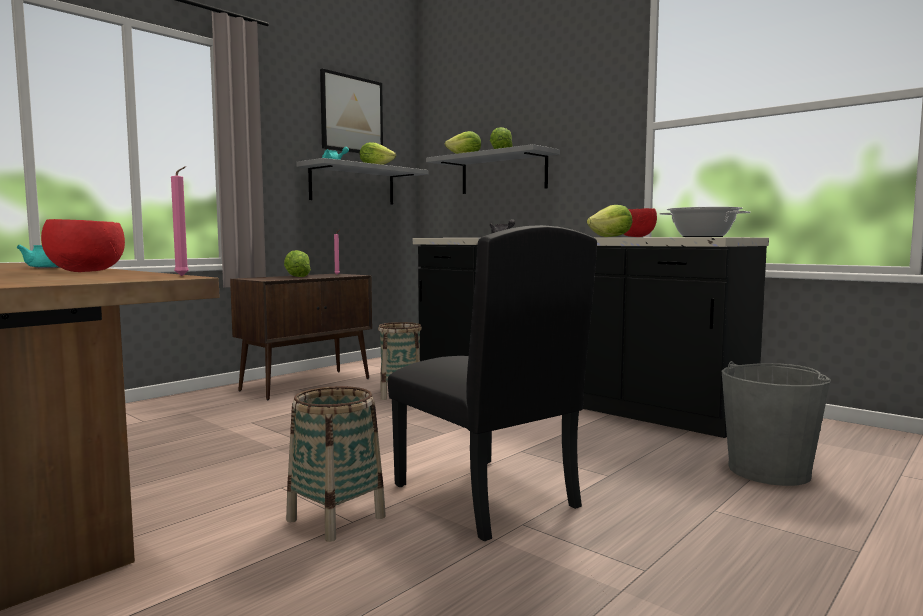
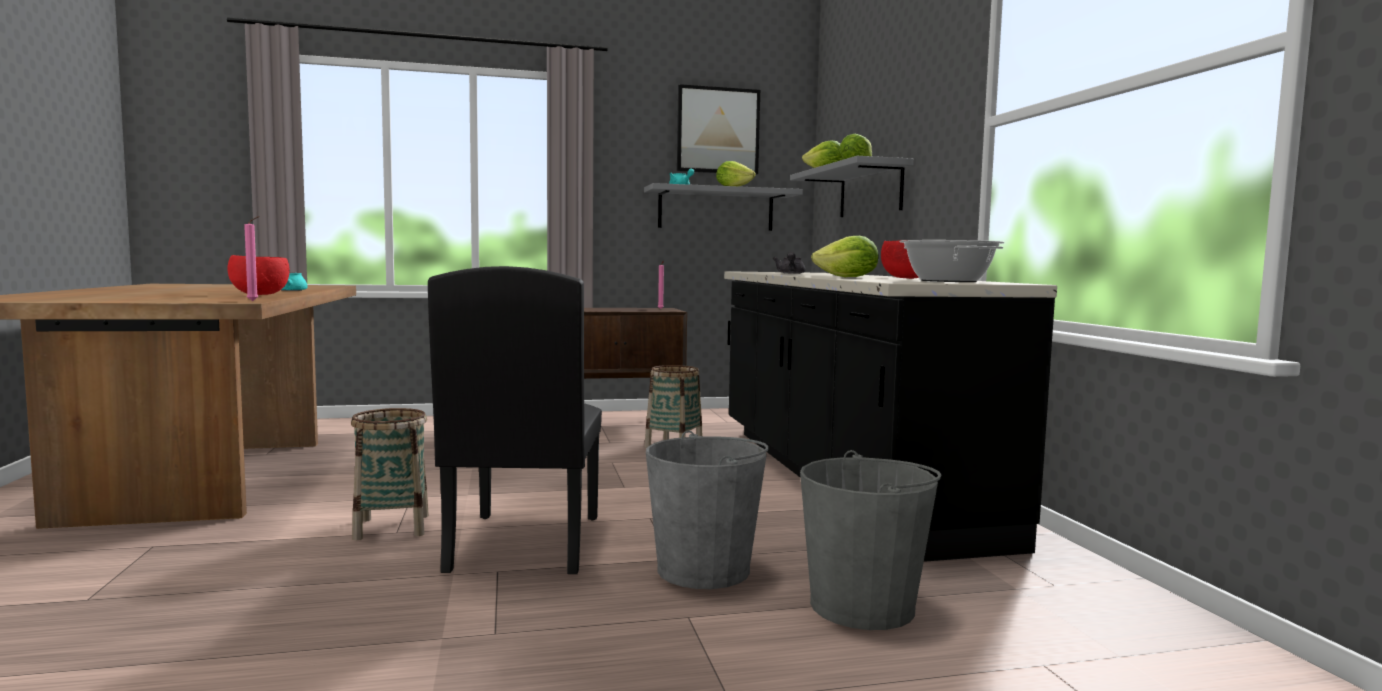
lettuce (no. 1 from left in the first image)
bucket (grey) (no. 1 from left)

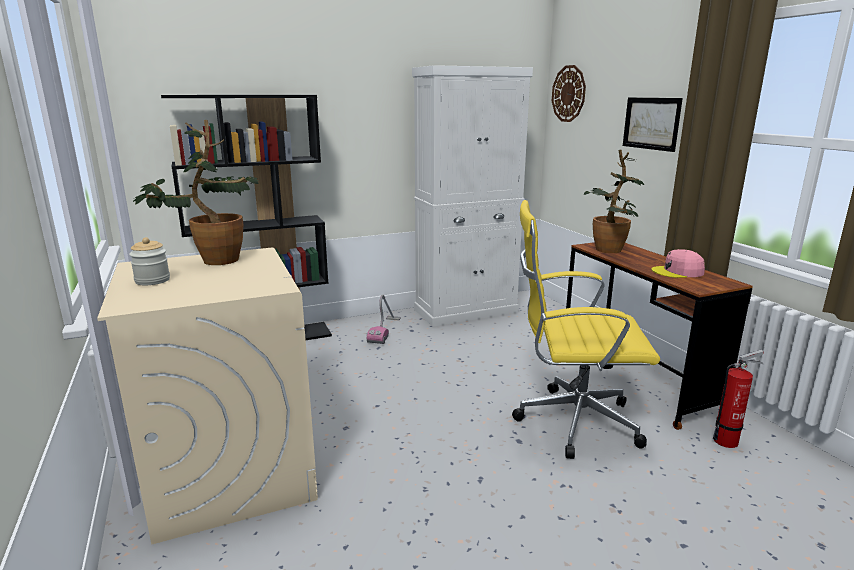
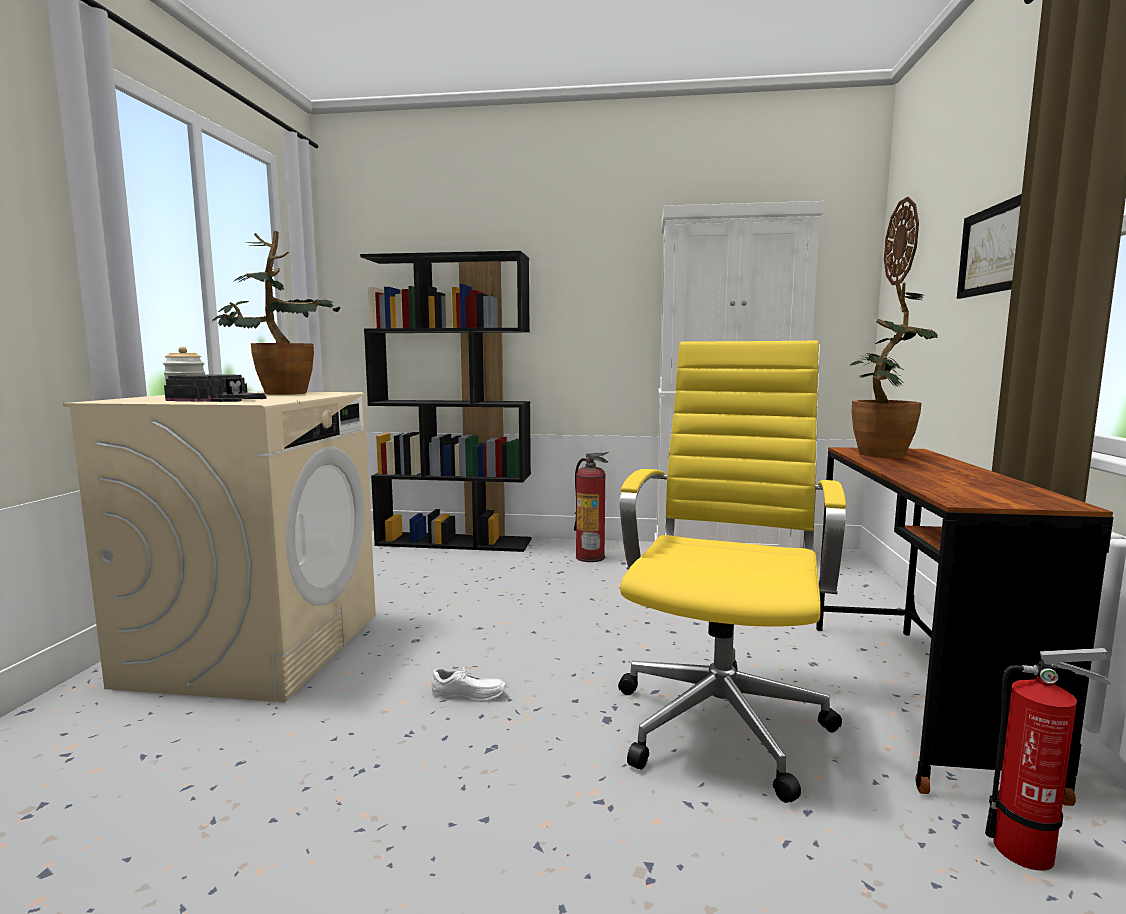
fire extinguisher (no. 1 from left)
office chair (yellow)
cap (pink)
cap (black)
shoe (white)

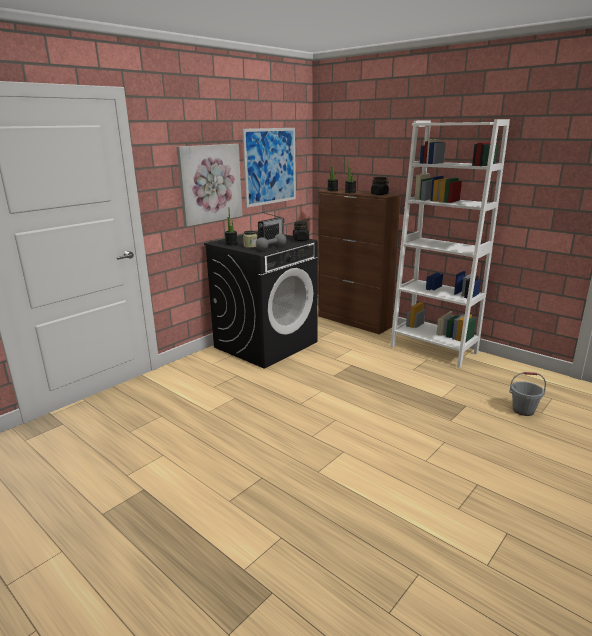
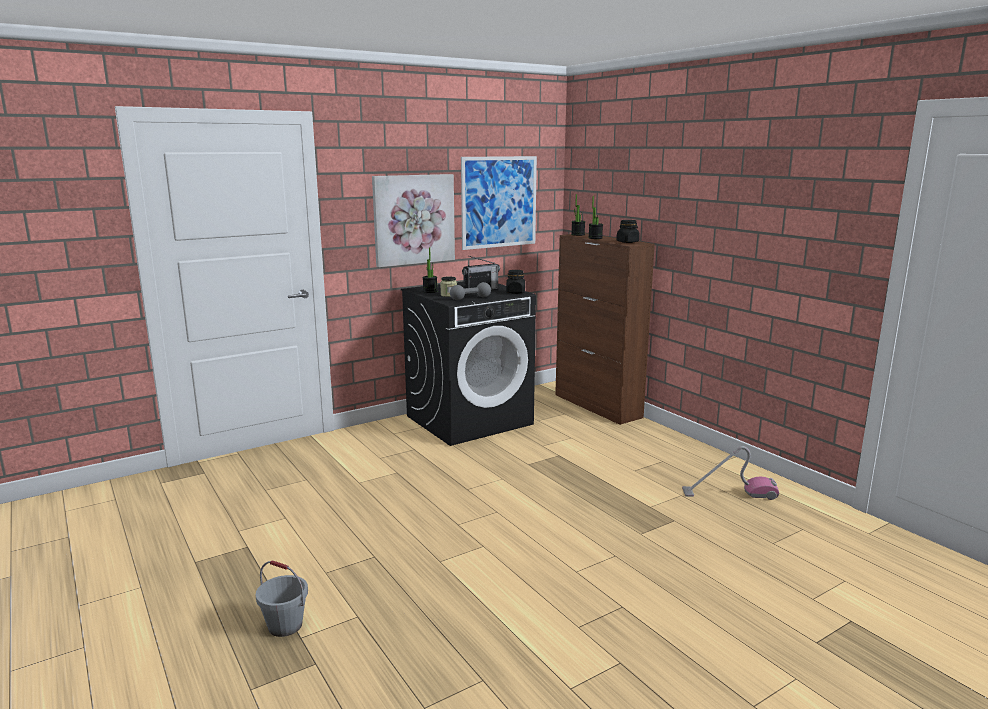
bookcase (white)
bucket (grey)
vacuum cleaner

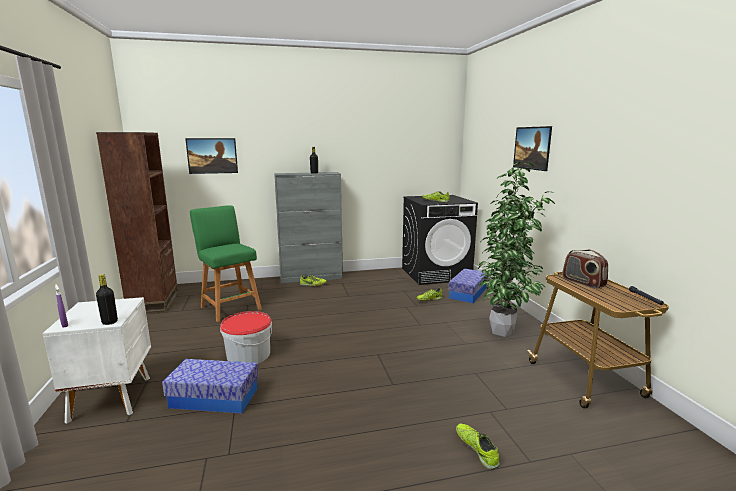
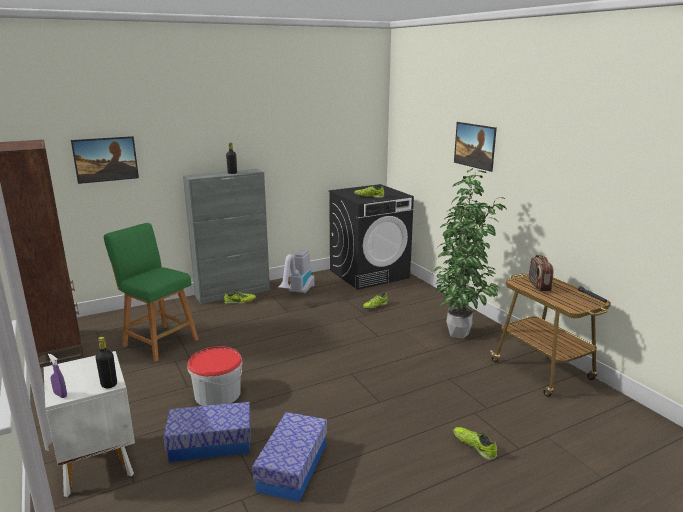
storage box (no. 2 from left)
radio
vacuum cleaner

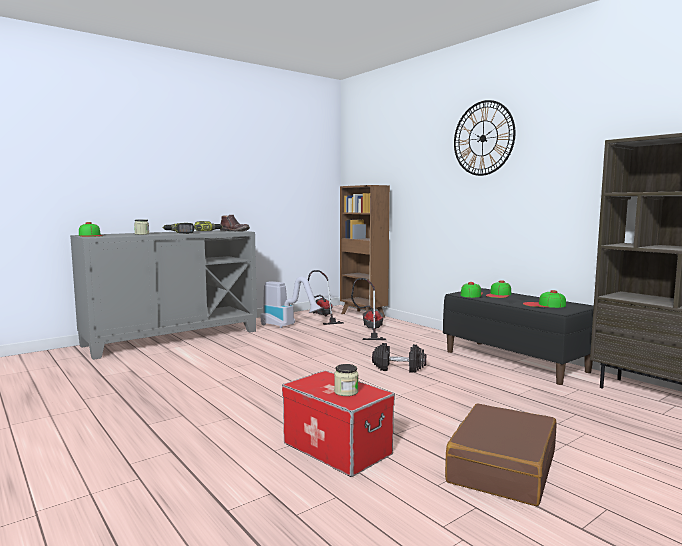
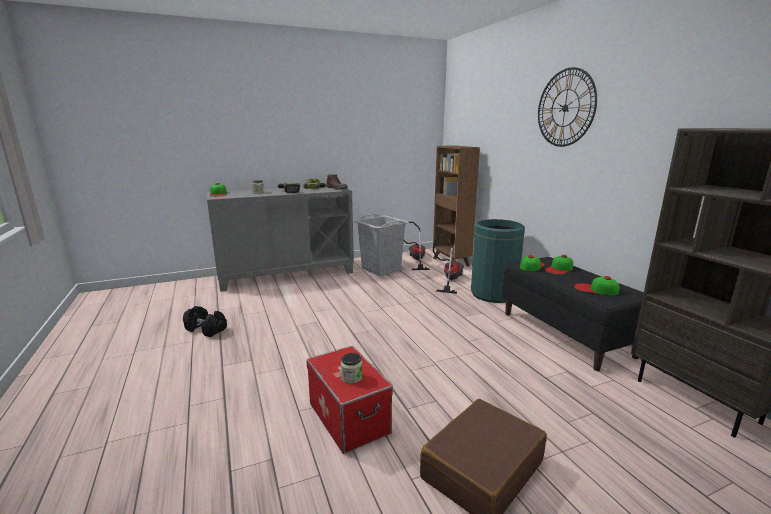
laundry basket (grey)
dumbbell (black)
trash can (green)

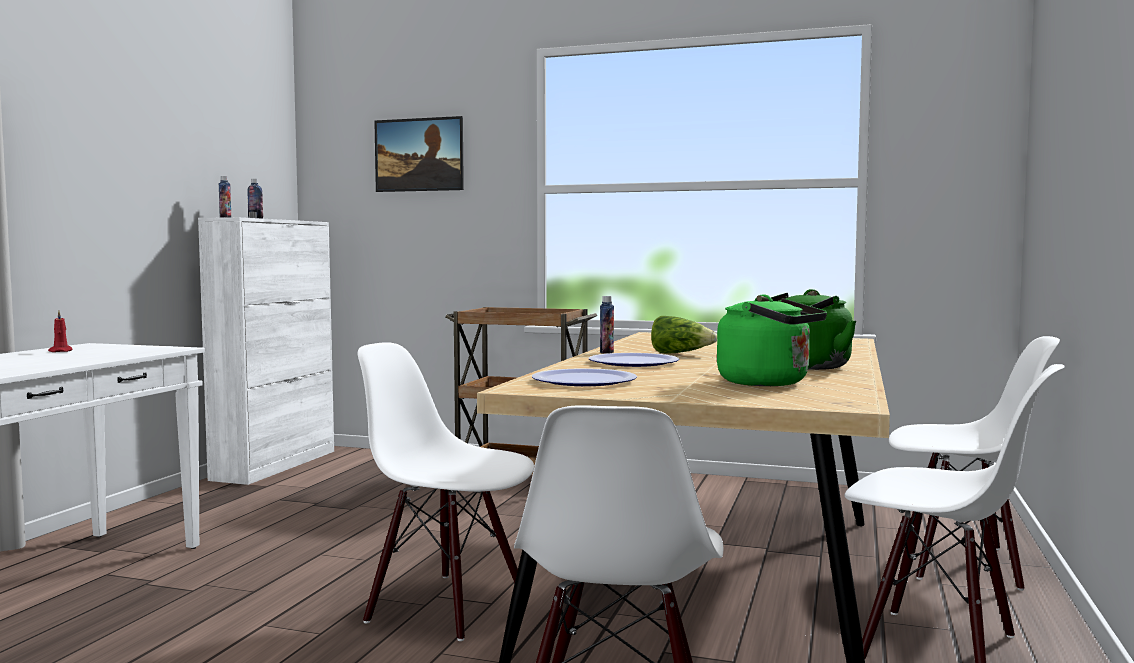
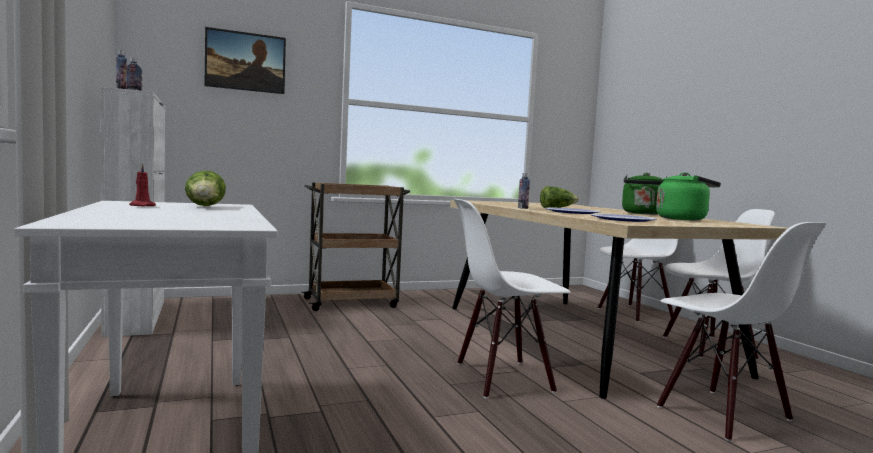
lettuce (no. 1 from left)

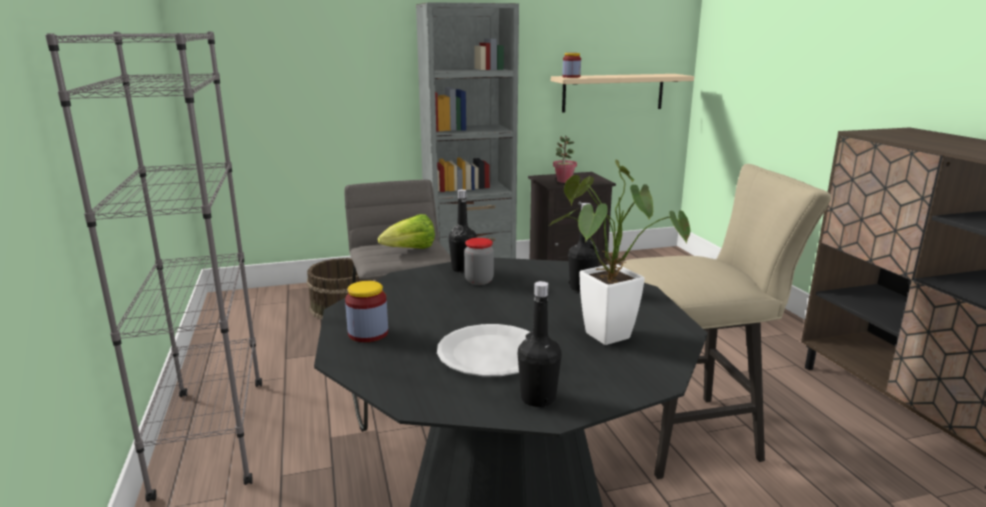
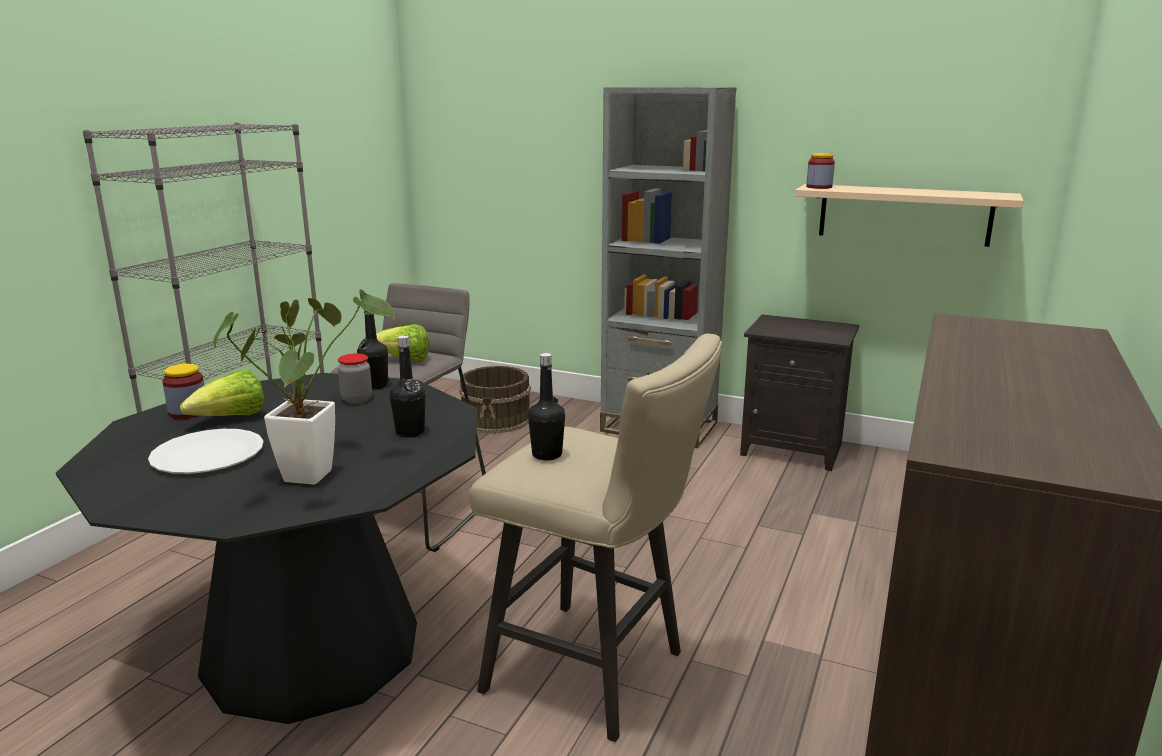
bottle (black) (no. 3 from left)
potted plant (no. 1 from left in the first image)
lettuce (no. 1 from left)

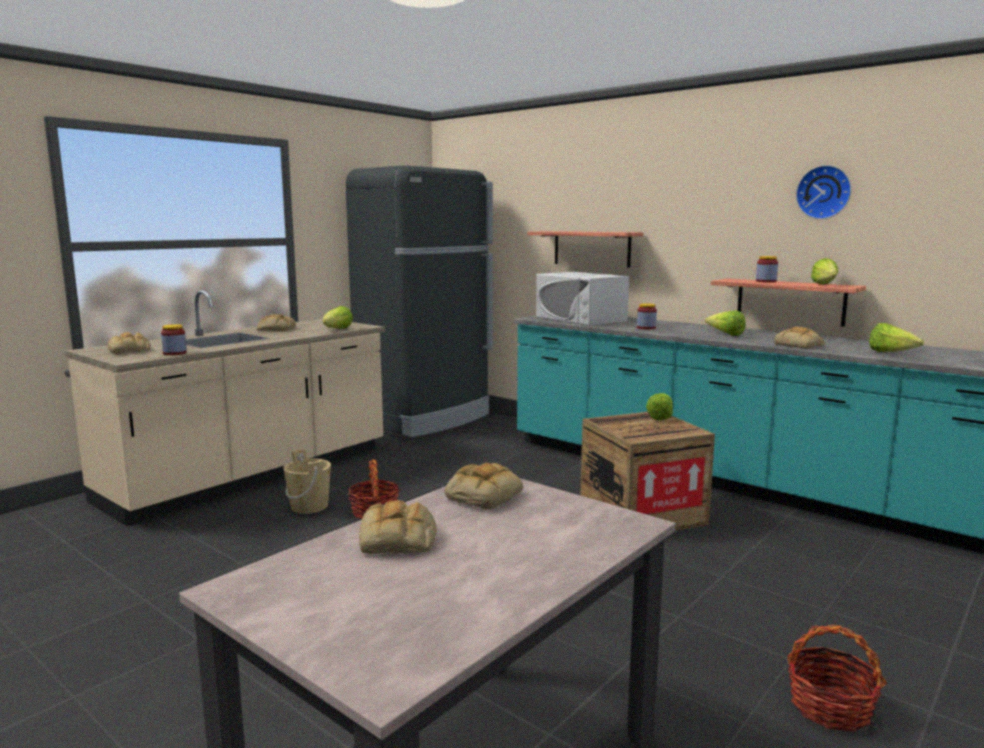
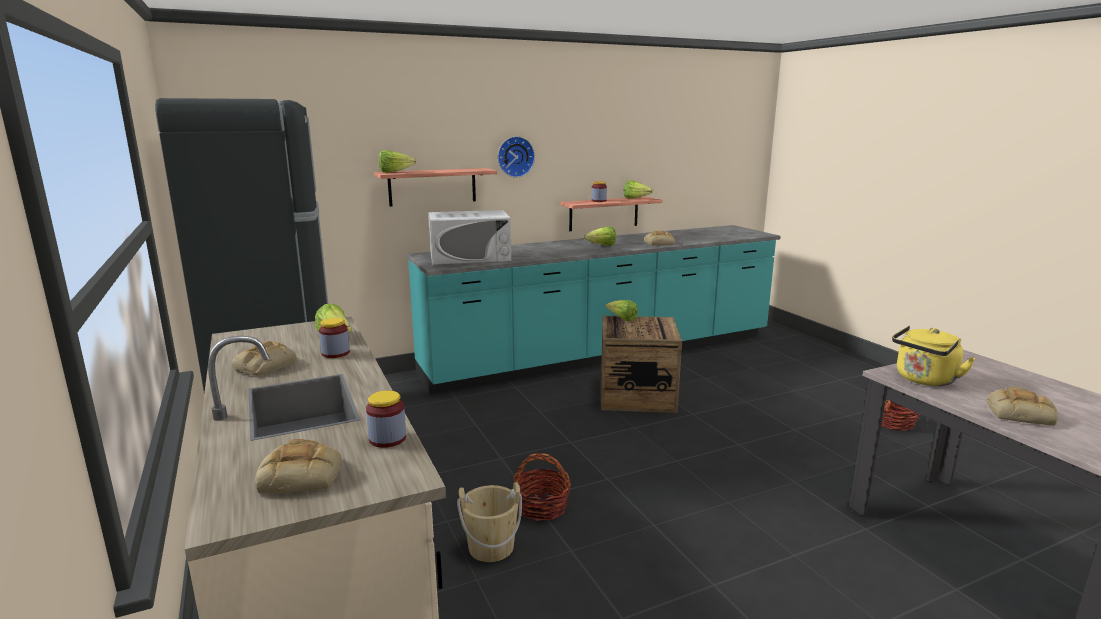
kettle (yellow)
jar (no. 1 from left)
wall clock
lettuce (no. 2 from left)

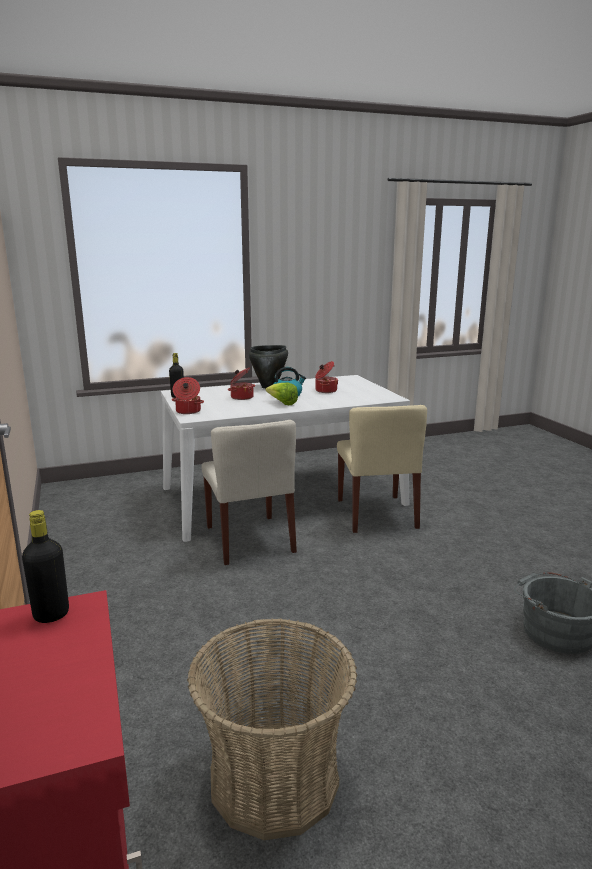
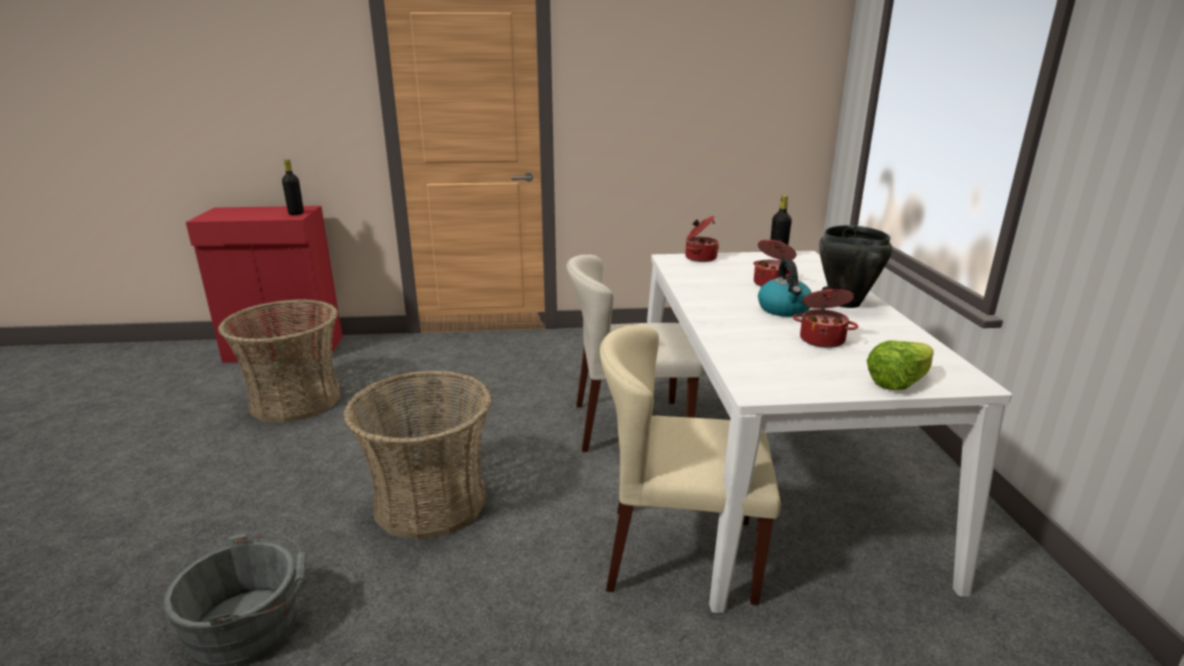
lettuce
basket (no. 2 from left)

